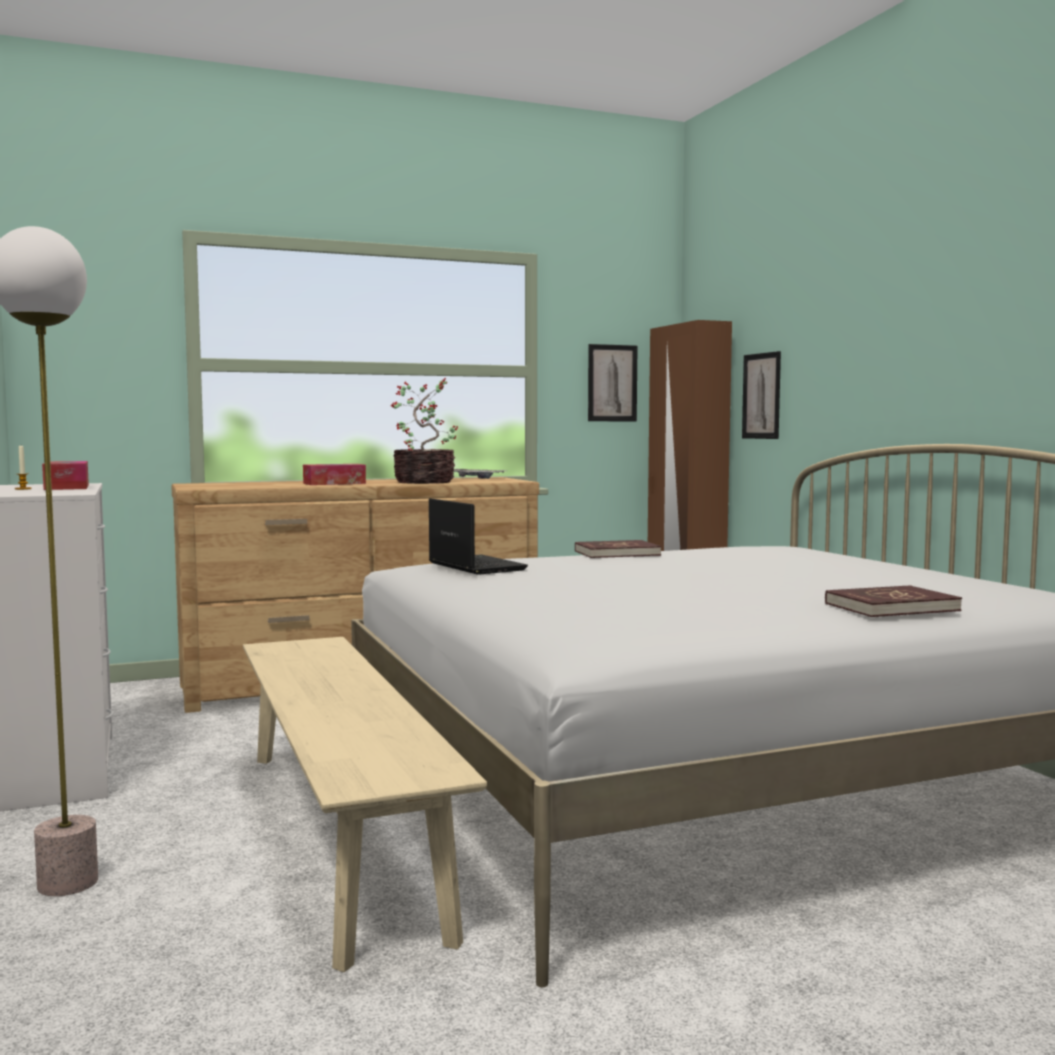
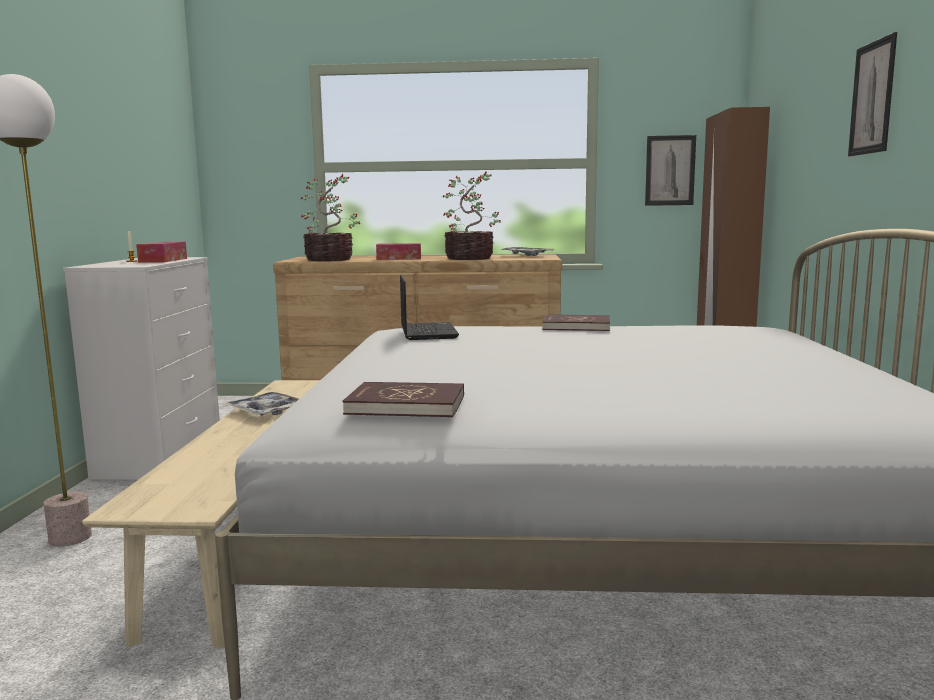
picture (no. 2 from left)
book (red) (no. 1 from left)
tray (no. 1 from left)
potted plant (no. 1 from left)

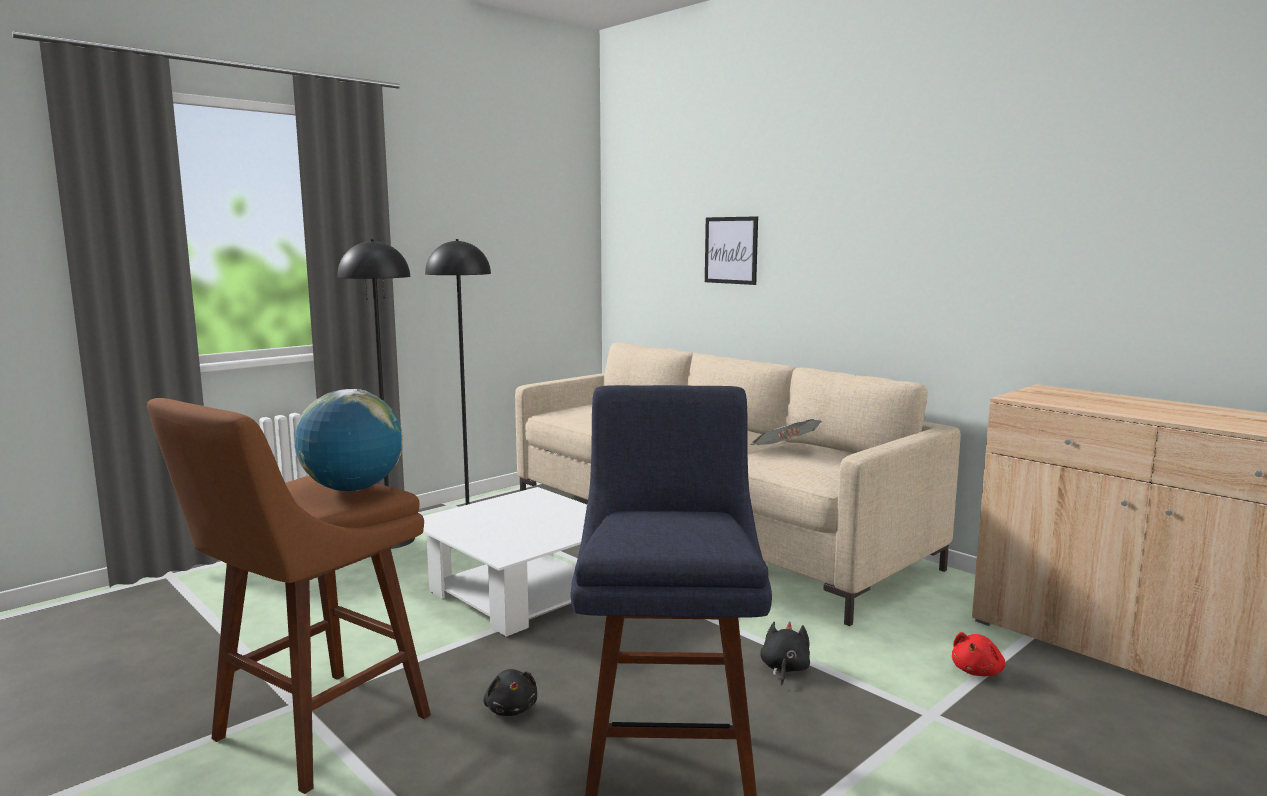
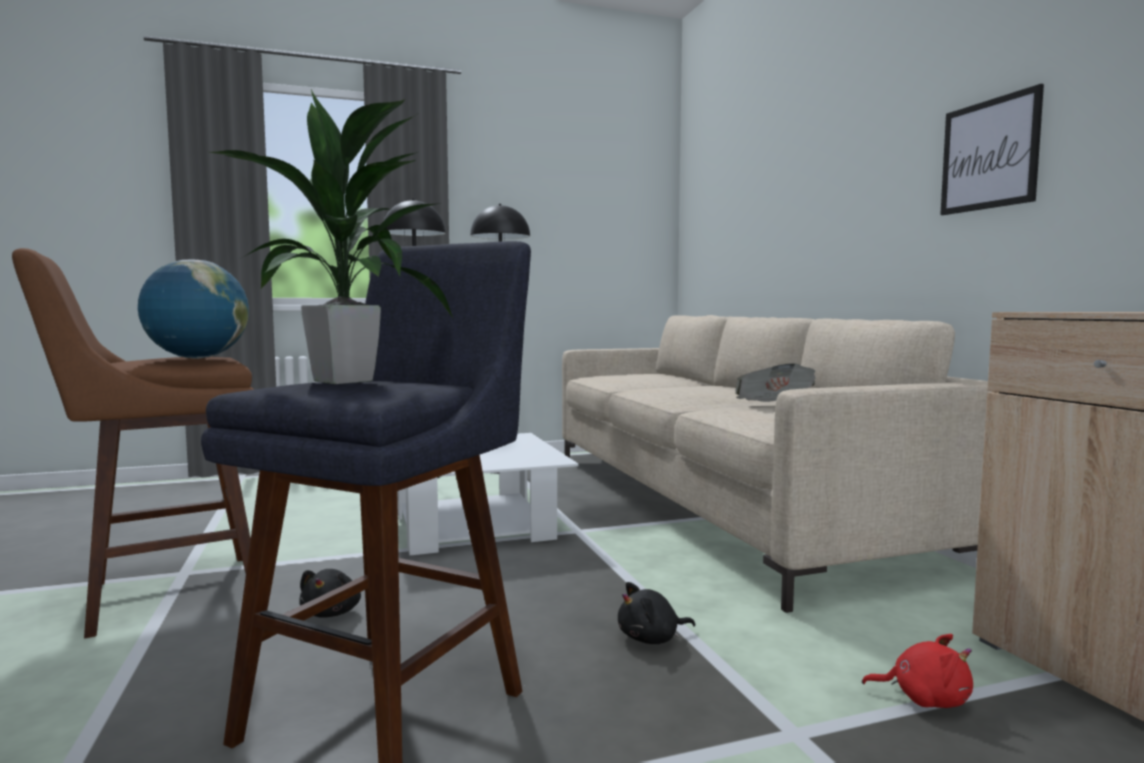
picture
plush toy (black) (no. 2 from left)
plush toy (red)
potted plant

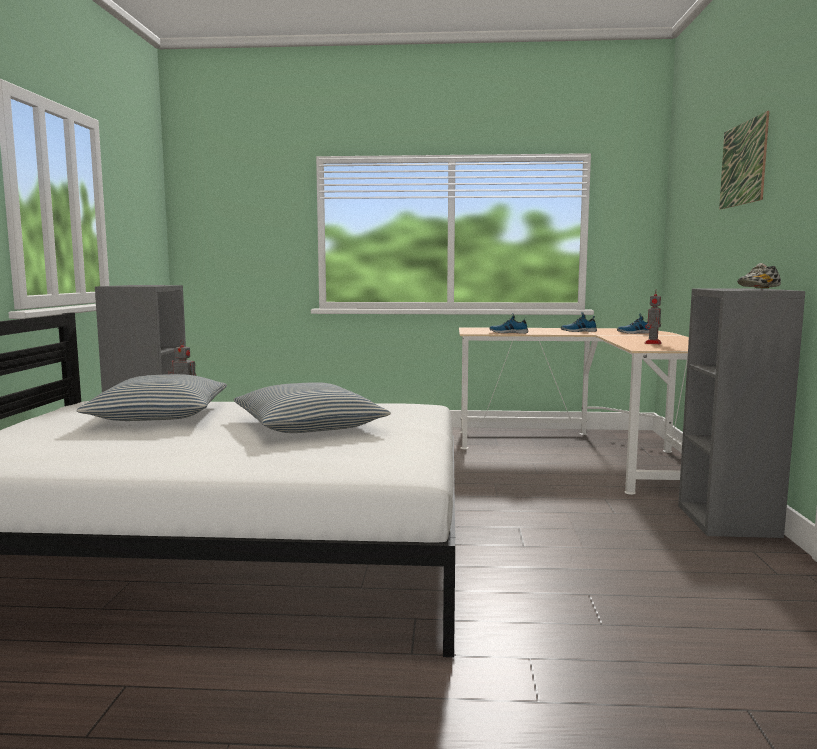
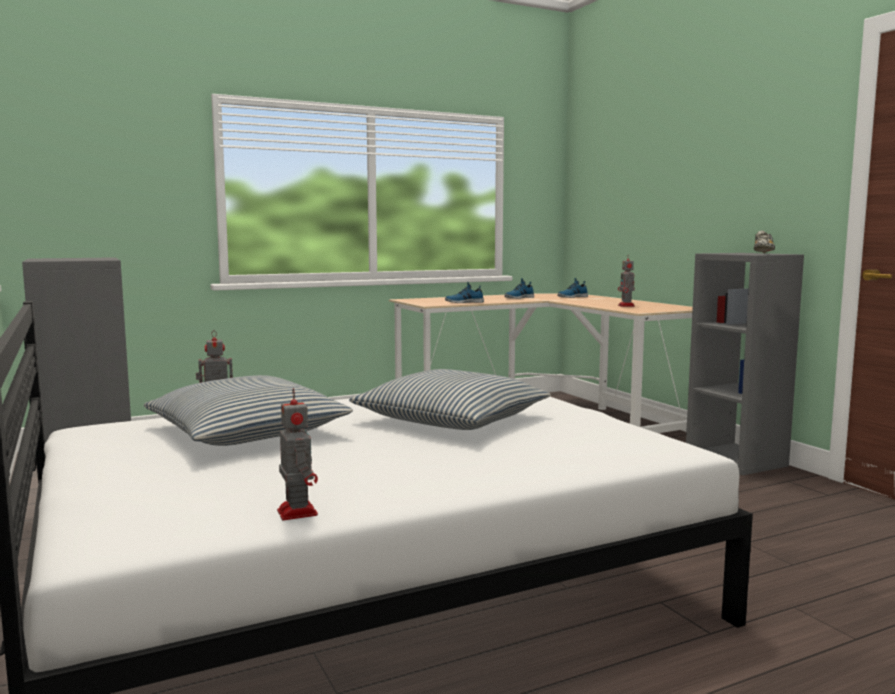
picture
toy robot (no. 2 from left)

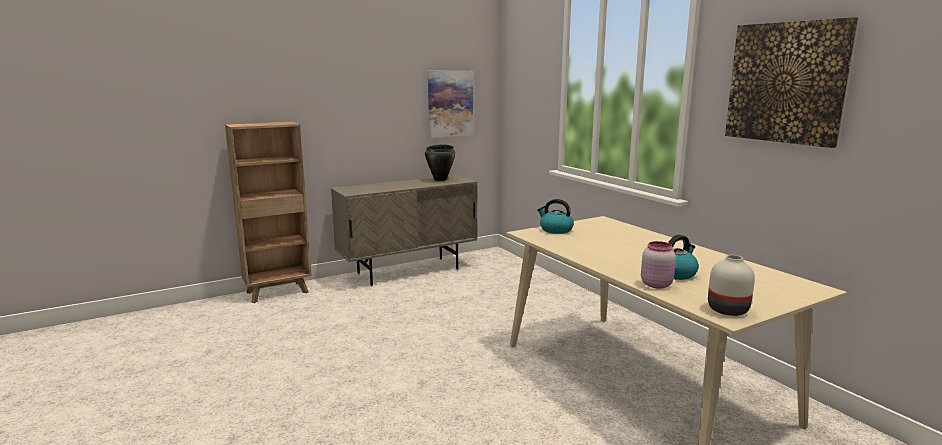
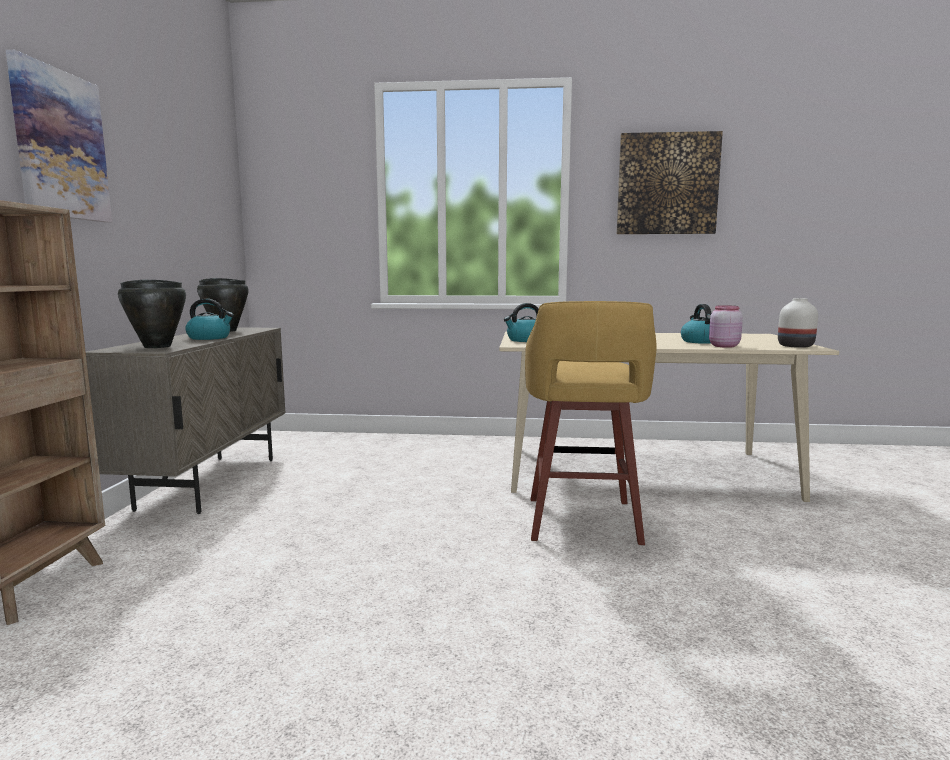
picture (no. 1 from left)
cooking pot (black) (no. 1 from left)
kettle (no. 1 from left)
stool (yellow)

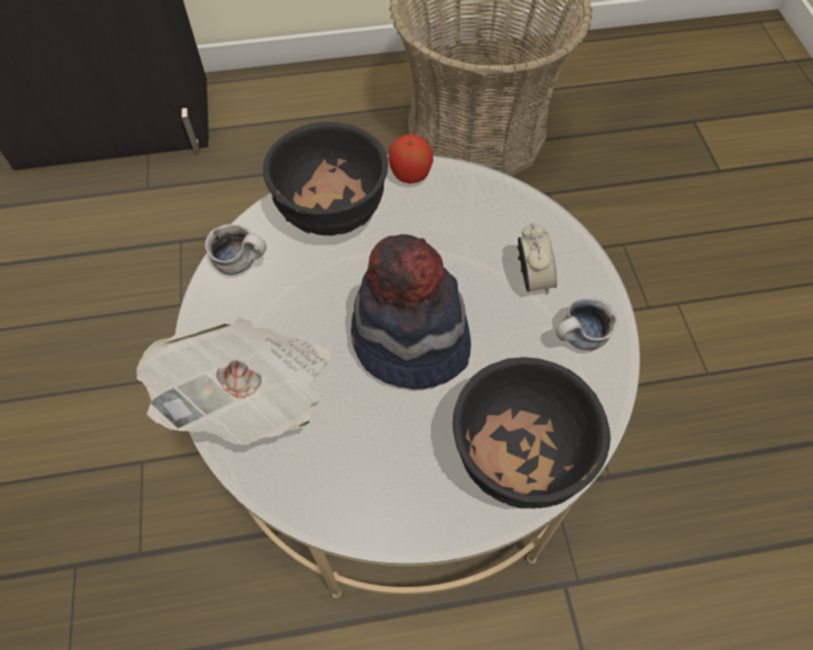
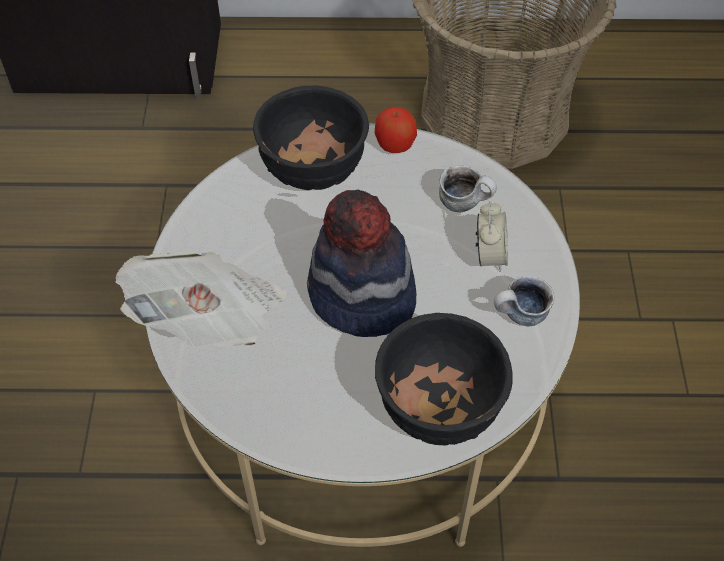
mug (no. 1 from left)

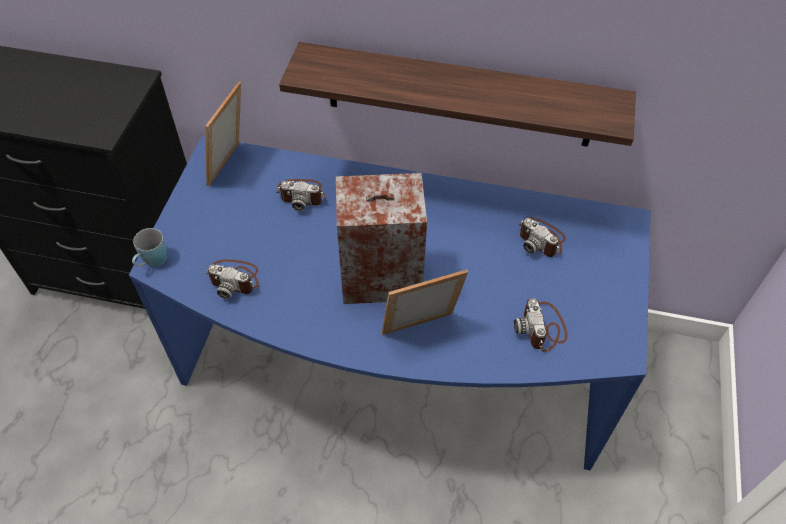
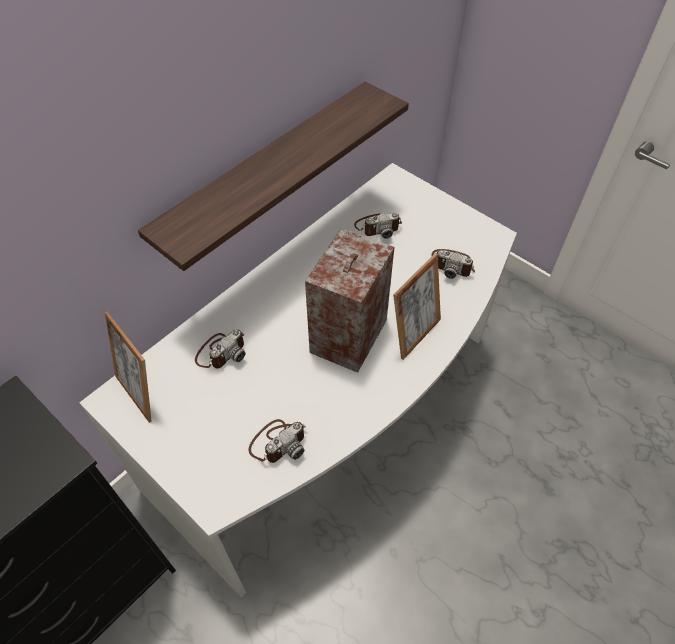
desk (white)
mug (blue)
picture frame (no. 2 from left)

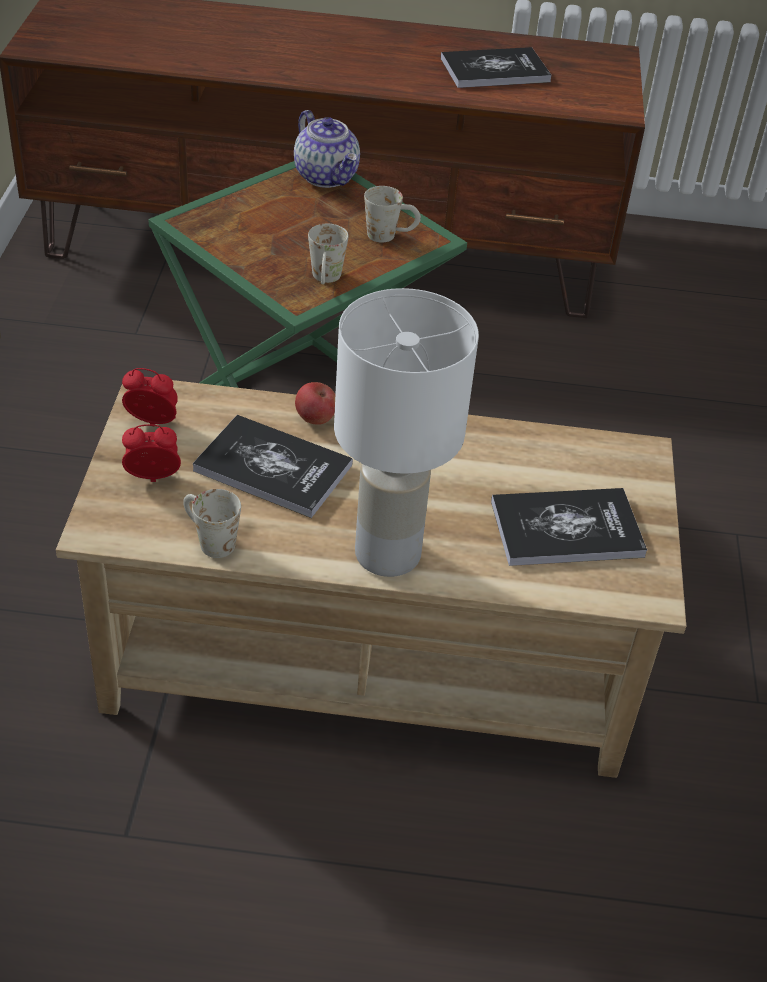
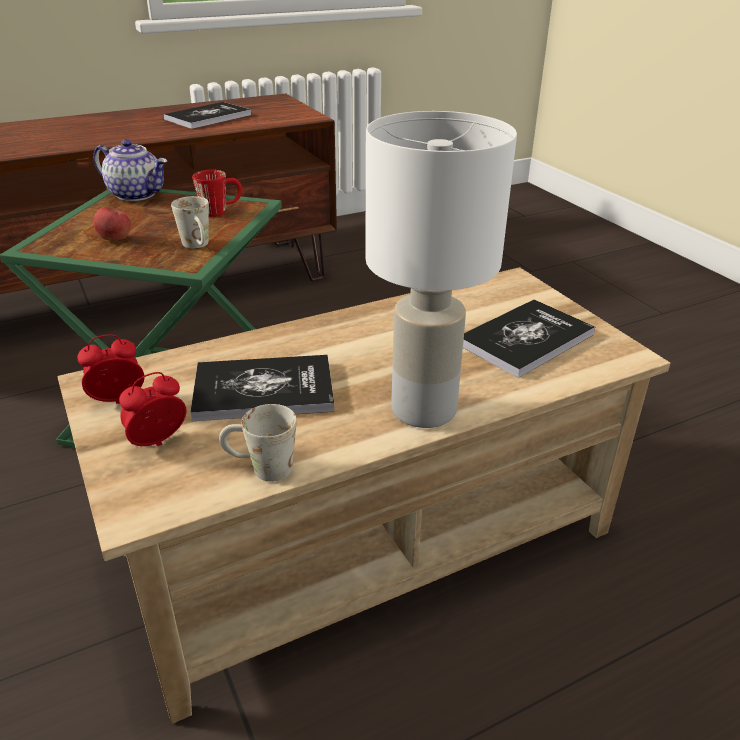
apple
mug (red)

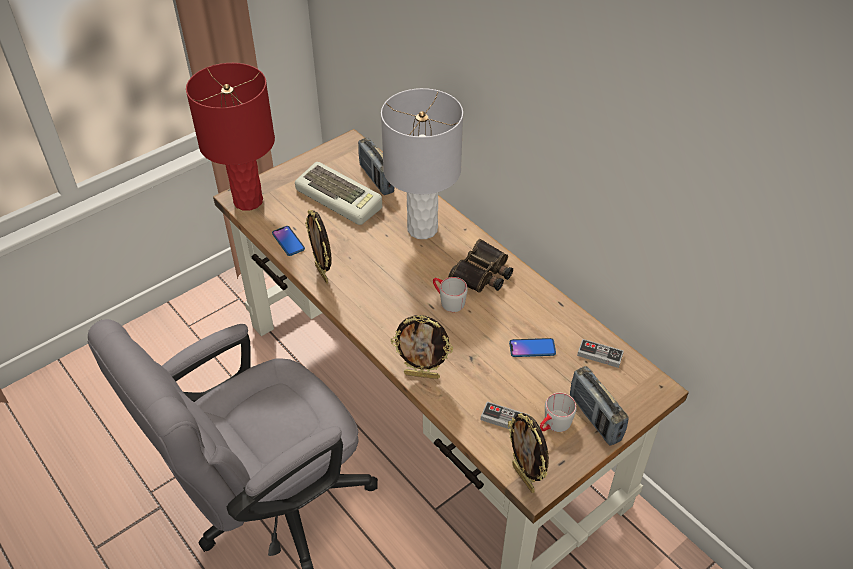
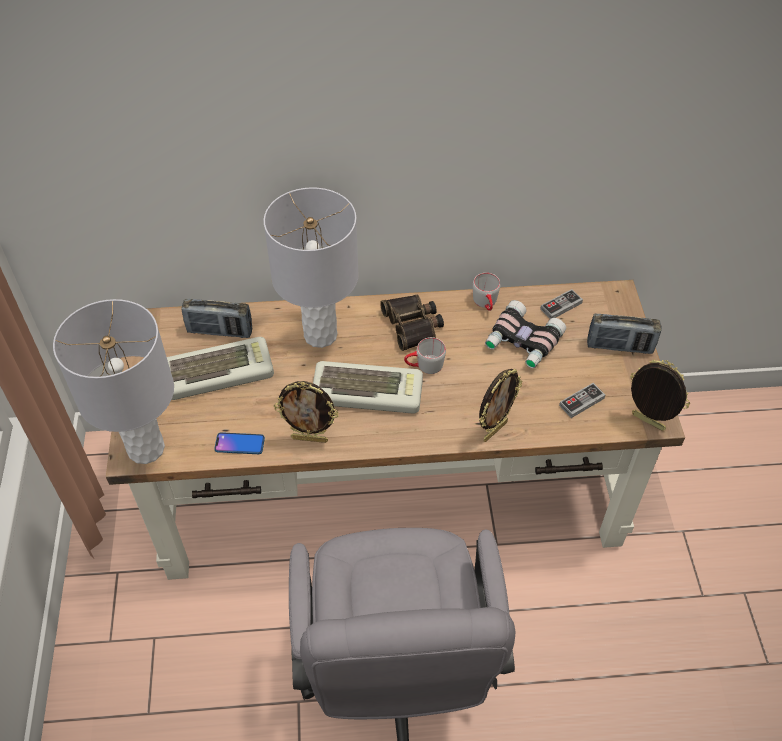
table lamp (grey) (no. 1 from left)
picture frame (no. 3 from left)
binoculars (no. 2 from left)
mug (grey) (no. 2 from left)
keyboard (no. 2 from left)

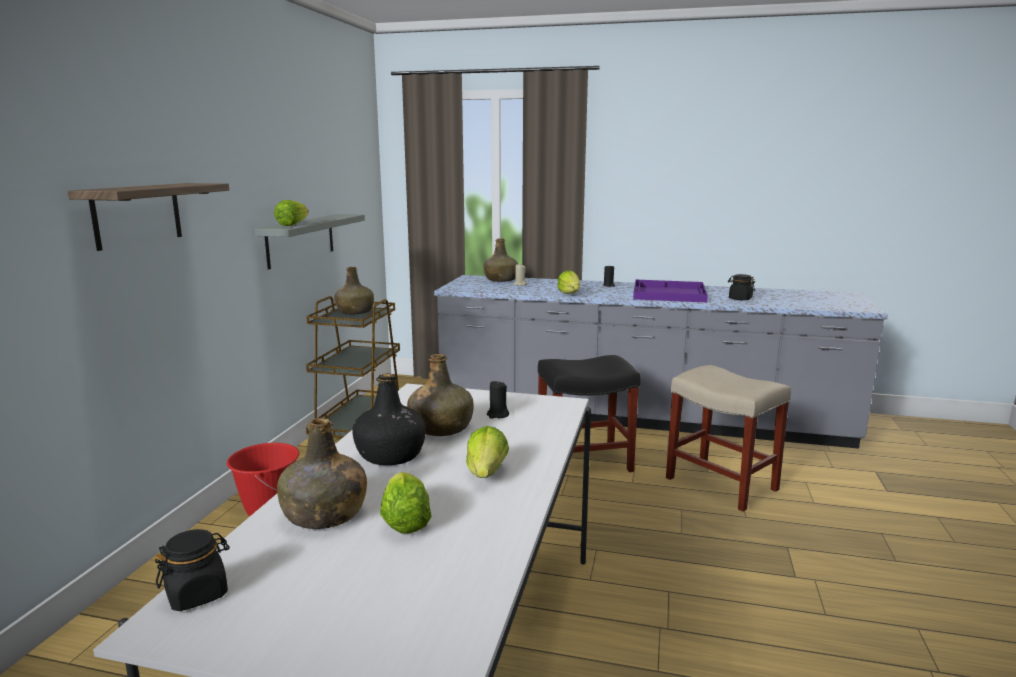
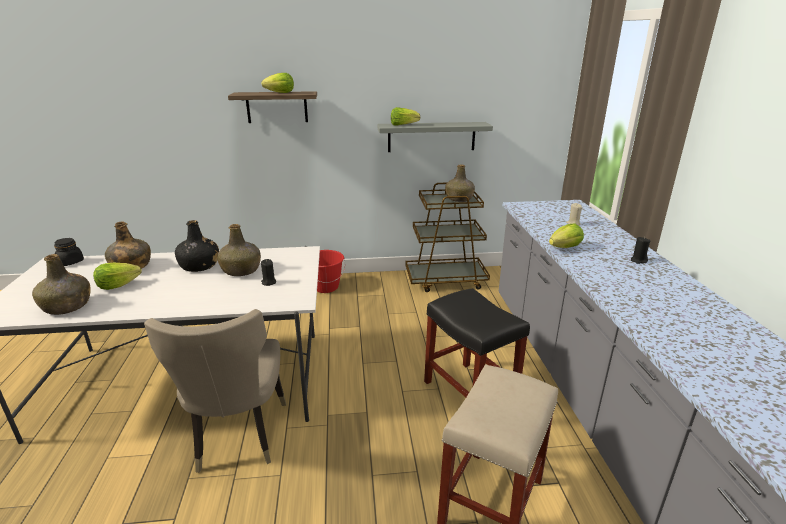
lettuce (no. 2 from left)
bottle (green) (no. 1 from left)
tray (purple)
jar (black) (no. 2 from left in the first image)
chair (beige)

